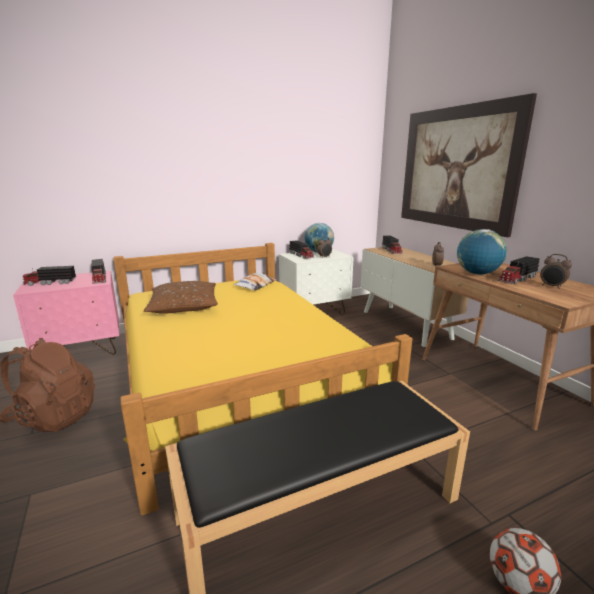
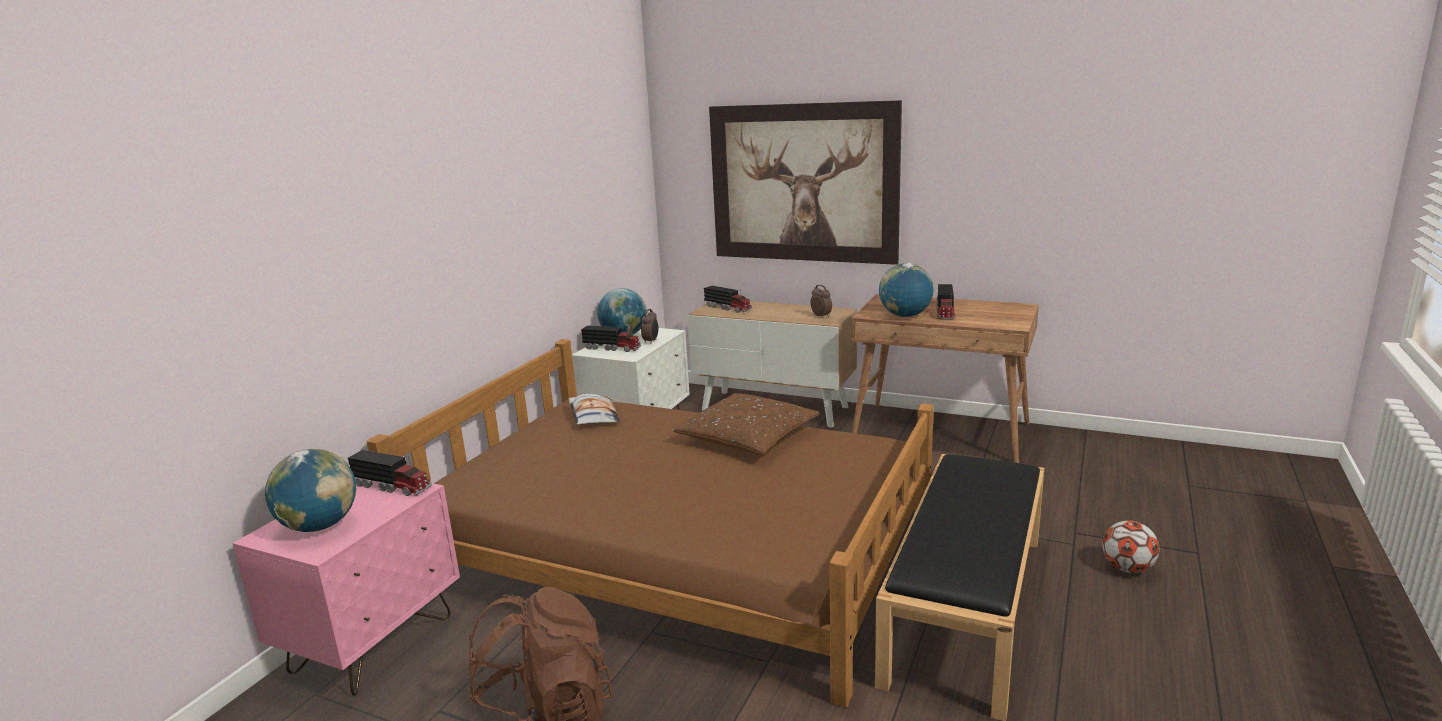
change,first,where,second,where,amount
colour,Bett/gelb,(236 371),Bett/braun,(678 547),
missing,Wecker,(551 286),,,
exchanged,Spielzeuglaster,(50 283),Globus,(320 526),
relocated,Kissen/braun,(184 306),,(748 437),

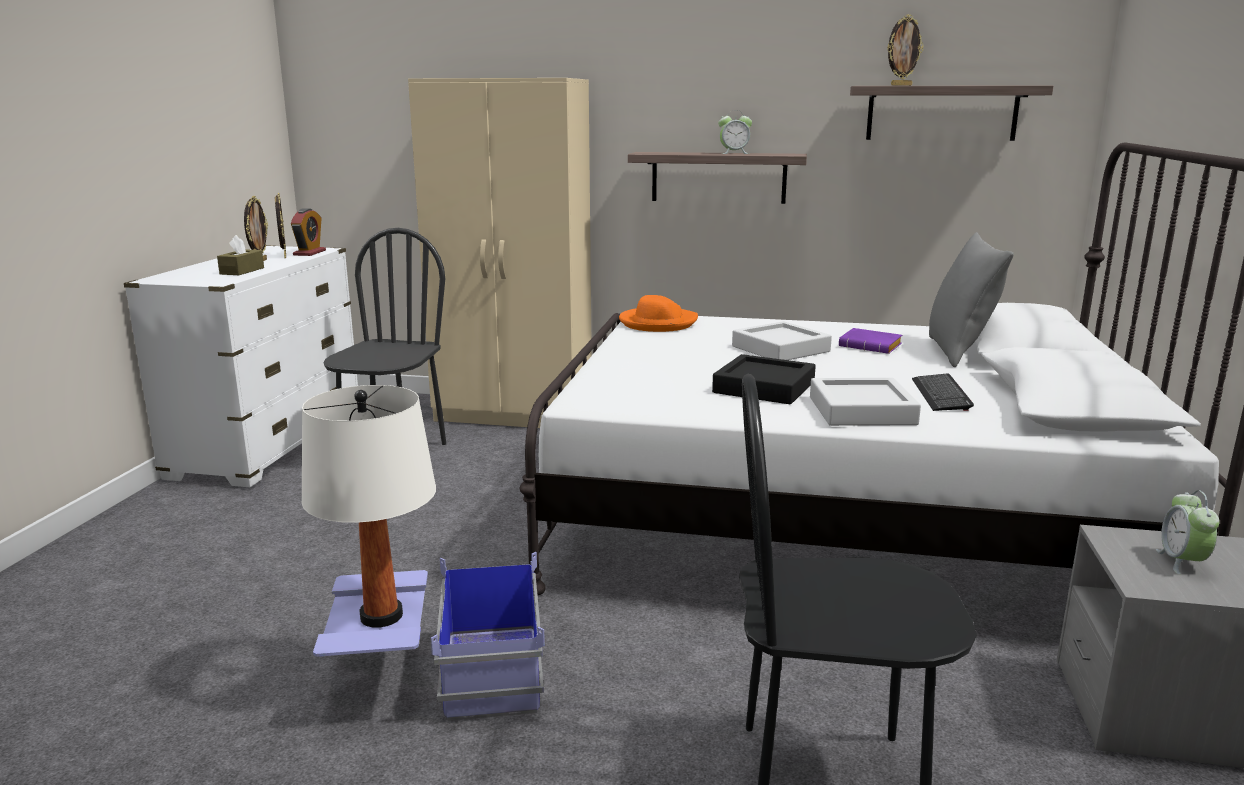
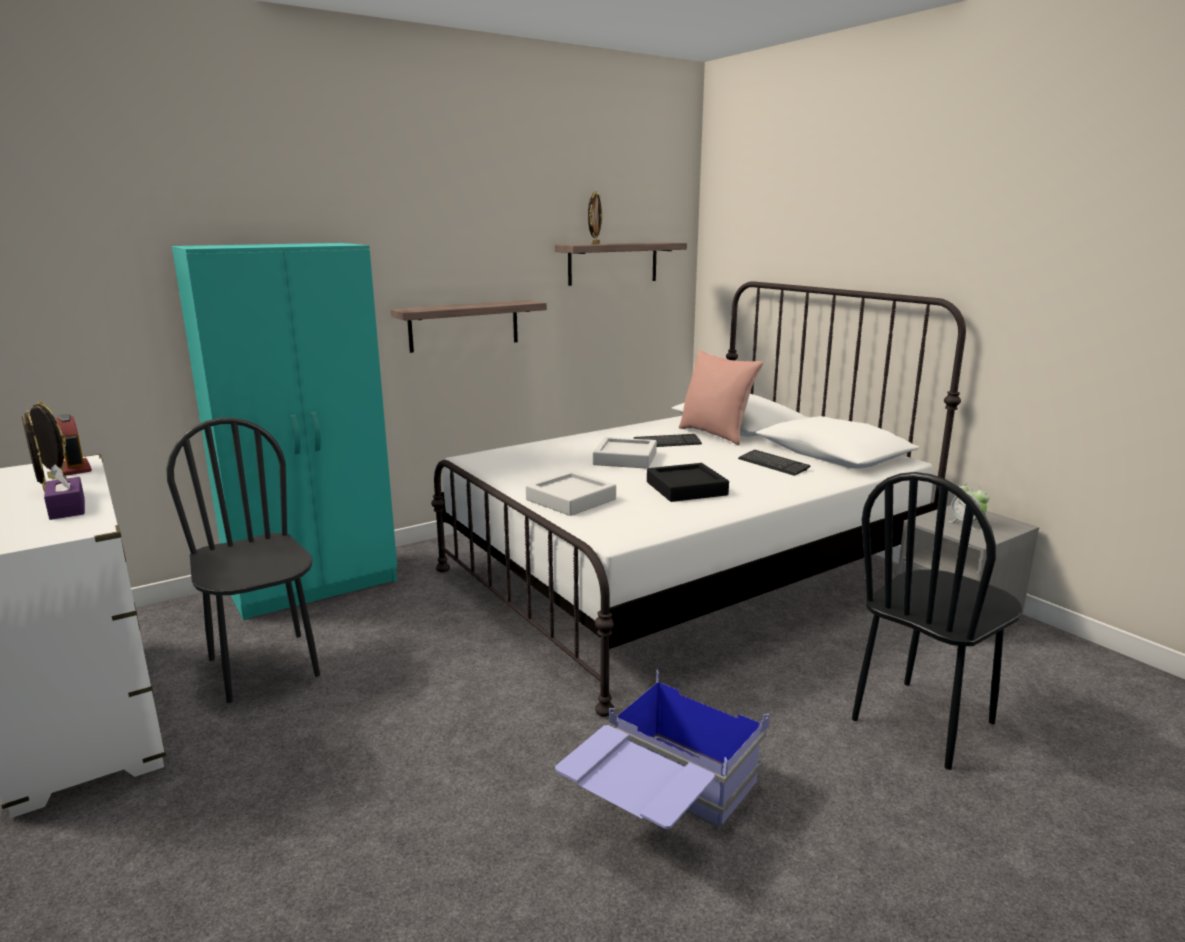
change,first,where,second,where,amount
colour,Kleiderschrank/beige,(515 414),Kleiderschrank/türkis,(315 585),
missing,Wecker,(734 153),,,
colour,Kissen/grau,(959 352),Kissen/rosa,(716 434),
colour,Taschentuchbox/braun,(242 271),Taschentuchbox/lila,(67 508),
missing,Hut/orange,(658 323),,,
exchanged,Buch/lila,(872 346),Tastatur,(667 443),
relocated,Tablett/grau,(861 411),,(571 500),
missing,Tischlampe/weiß,(381 616),,,

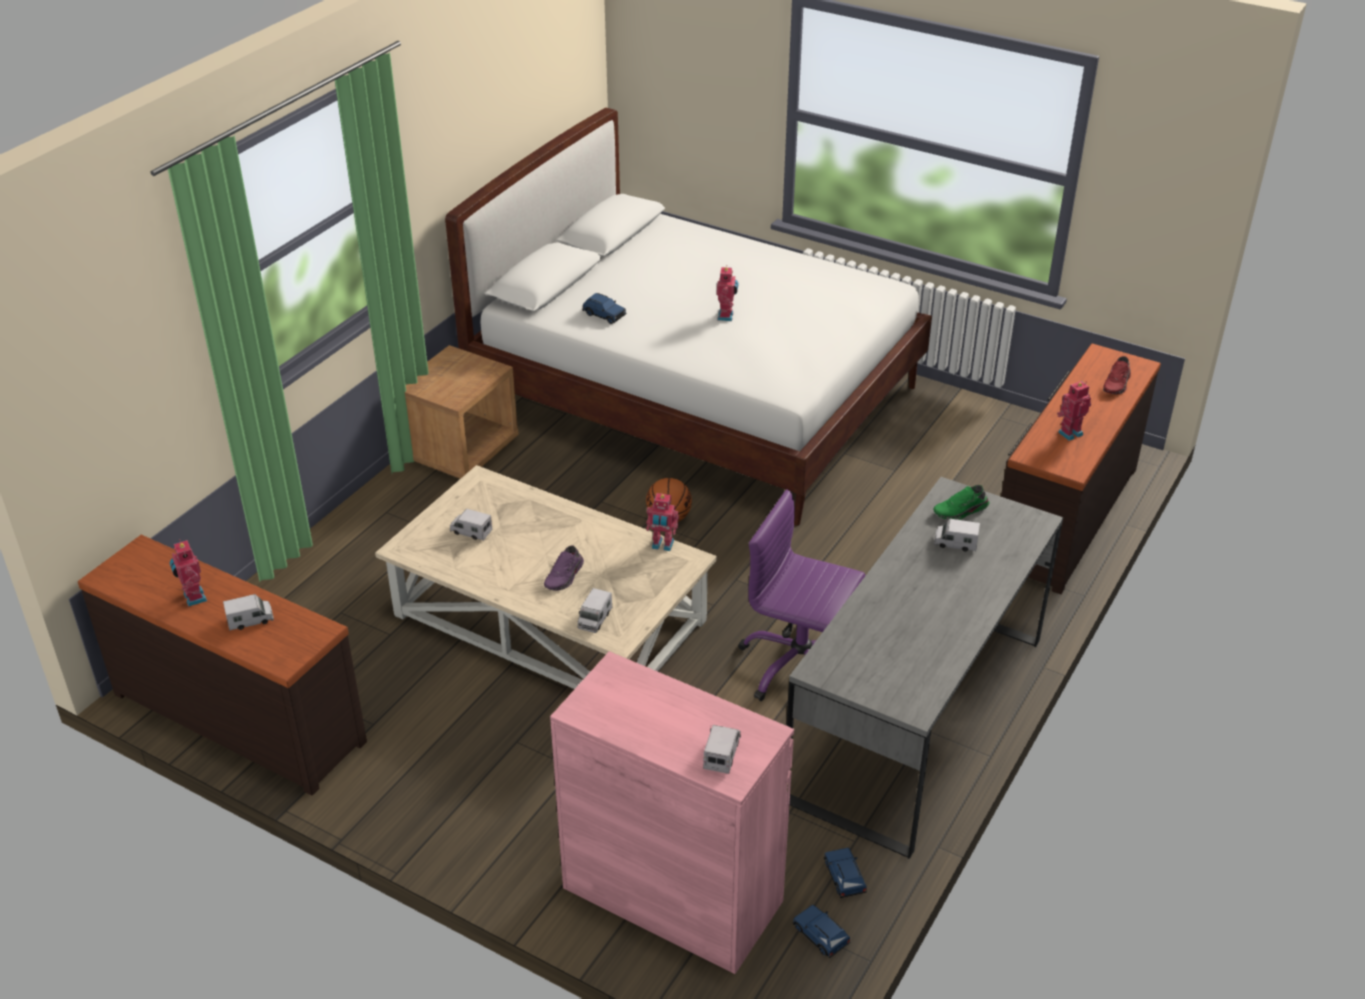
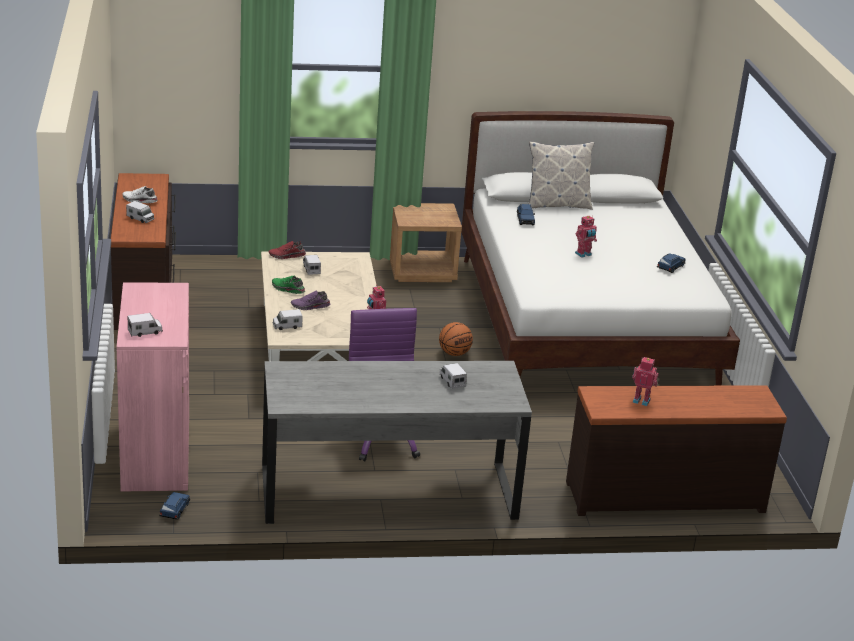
change,first,where,second,where,amount
relocated,Schuh/rot,(1117 384),,(287 256),
relocated,Schuh/grün,(961 511),,(287 289),
exchanged,Spielzeugroboter,(193 598),Schuh/weiß,(139 201),
relocated,Spielzeugauto/blau,(844 878),,(670 267),
appeared,,,Kissen,(557 205),

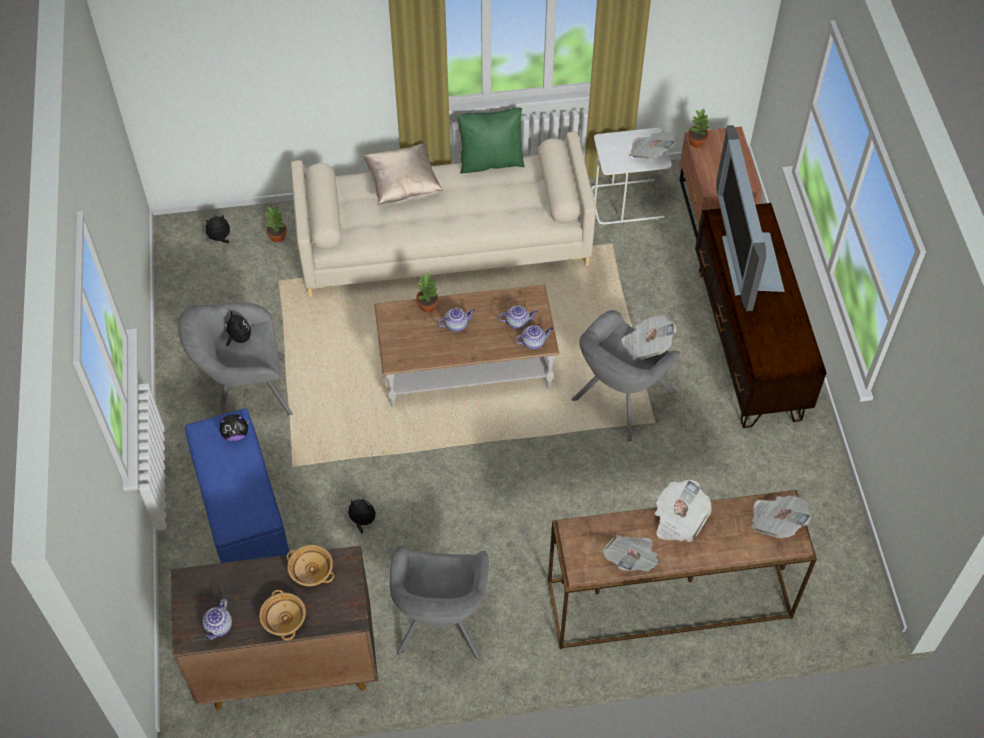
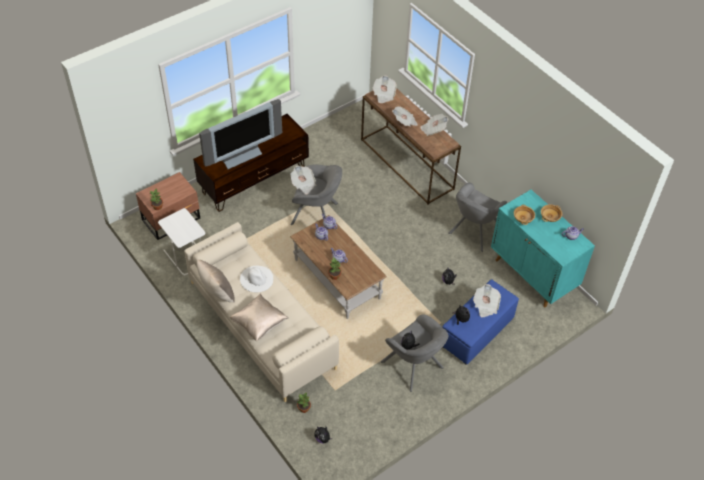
change,first,where,second,where,amount
colour,Kissen/grün,(490 161),Kissen/beige,(217 292),
relocated,Zeitung,(650 153),,(485 306),
colour,Schrank/braun,(287 665),Schrank/türkis,(533 275),
spun,Sessel/grau,(441 623),,(473 231),150 degrees clockwise
appeared,,,Hut/weiß,(256 278),

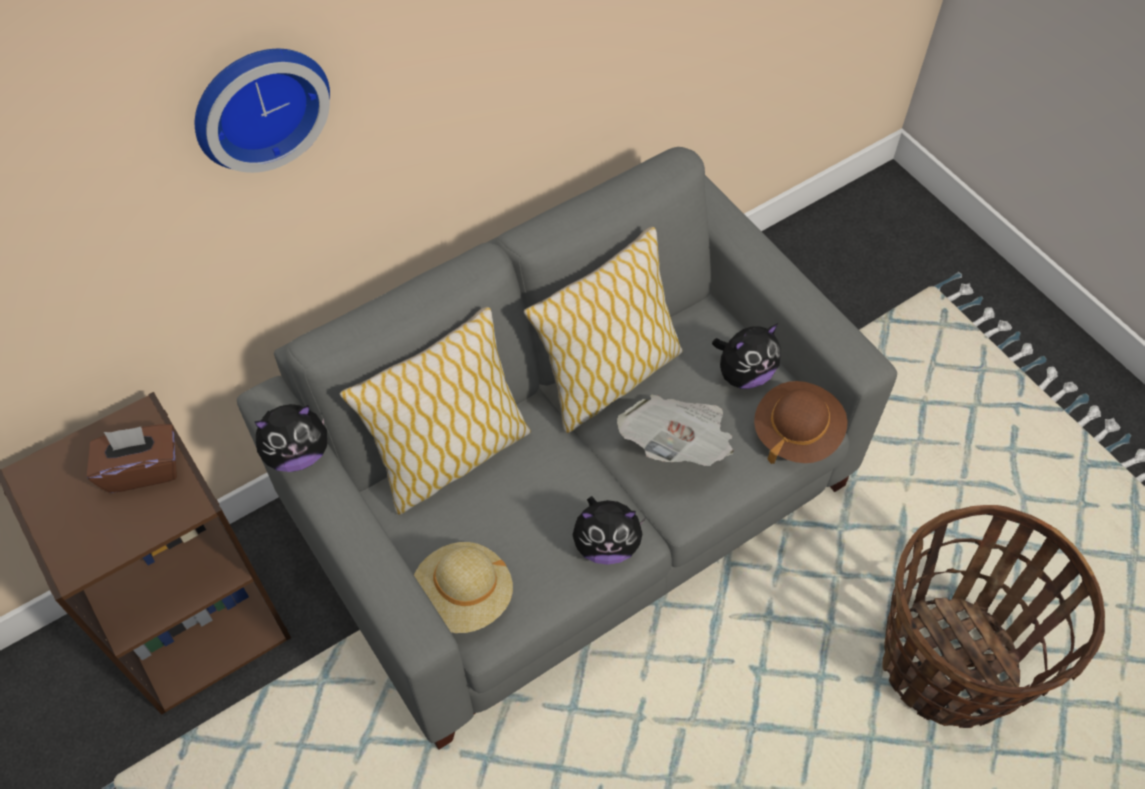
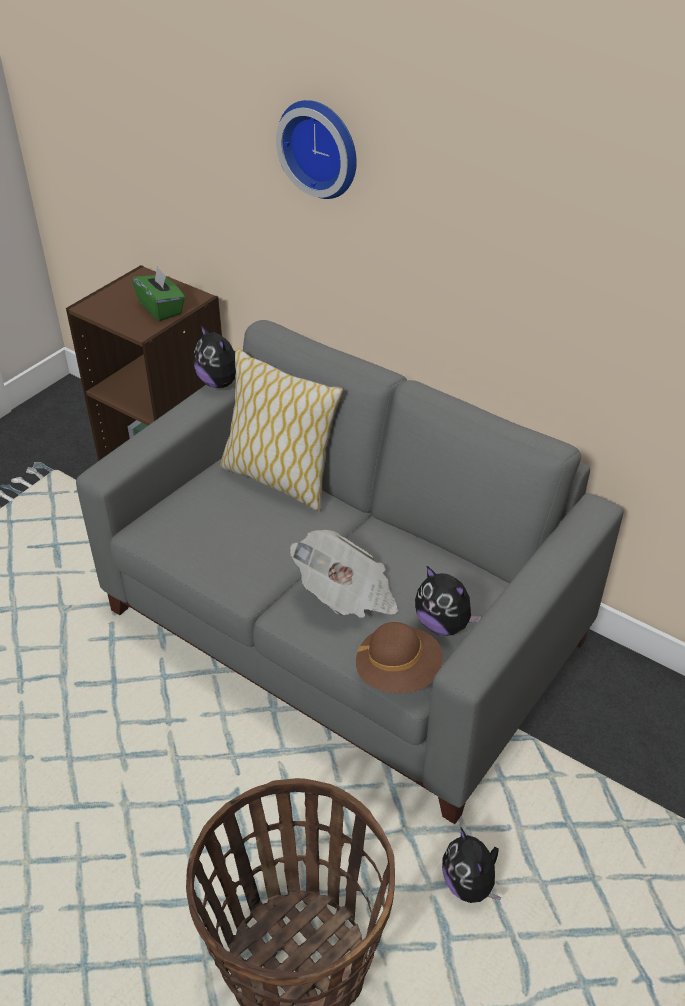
change,first,where,second,where,amount
missing,Kissen,(608 378),,,
colour,Taschentuchbox/braun,(142 469),Taschentuchbox/grün,(161 308),
relocated,Plüschtier,(606 544),,(469 884),
missing,Hut/beige,(464 597),,,

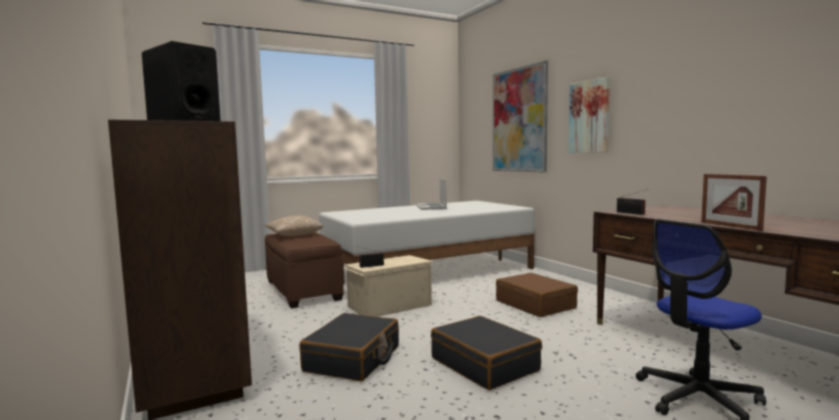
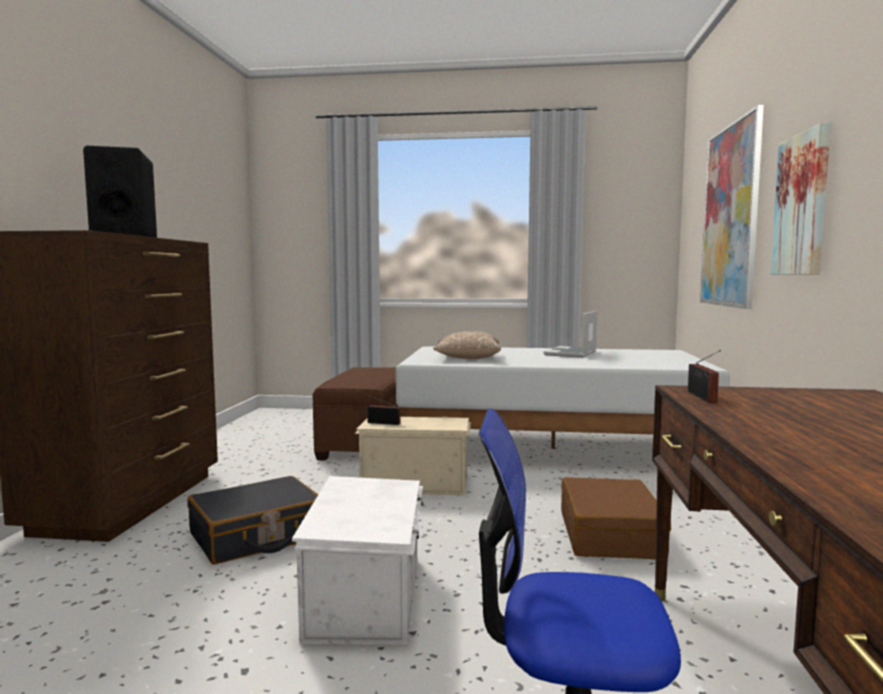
change,first,where,second,where,amount
missing,Bilderrahmen,(730 226),,,
relocated,Kissen,(293 235),,(467 358),
exchanged,Koffer/schwarz,(485 364),Aufbewahrungsbox/weiß,(368 596),

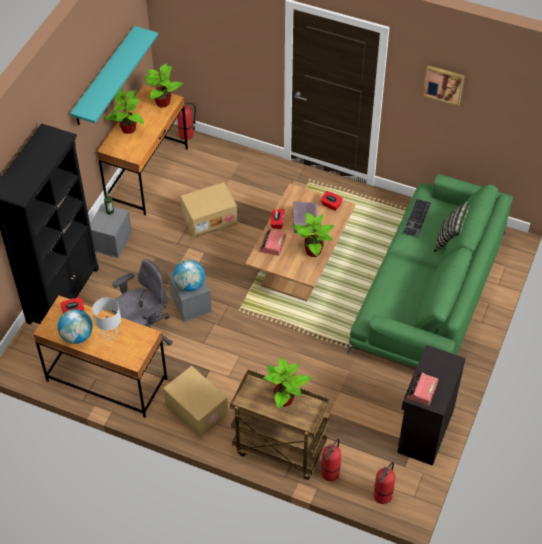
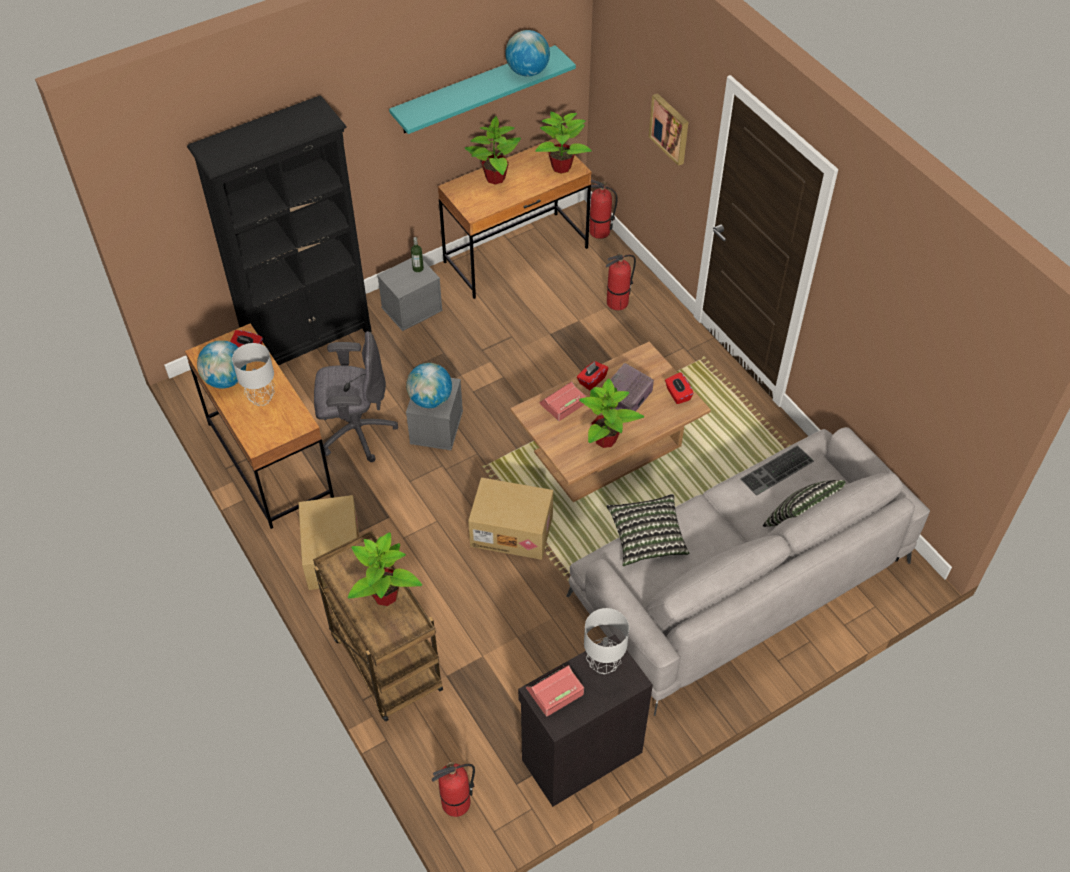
change,first,where,second,where,amount
relocated,Bild,(443 84),,(670 128),
colour,Sofa/grün,(429 292),Sofa/grau,(740 580),
relocated,Karton,(209 219),,(512 530),
relocated,Feuerlöscher,(330 473),,(617 303),
appeared,,,Globus,(527 72),
appeared,,,Kissen,(647 537),
appeared,,,Tischlampe/grau,(602 664),

